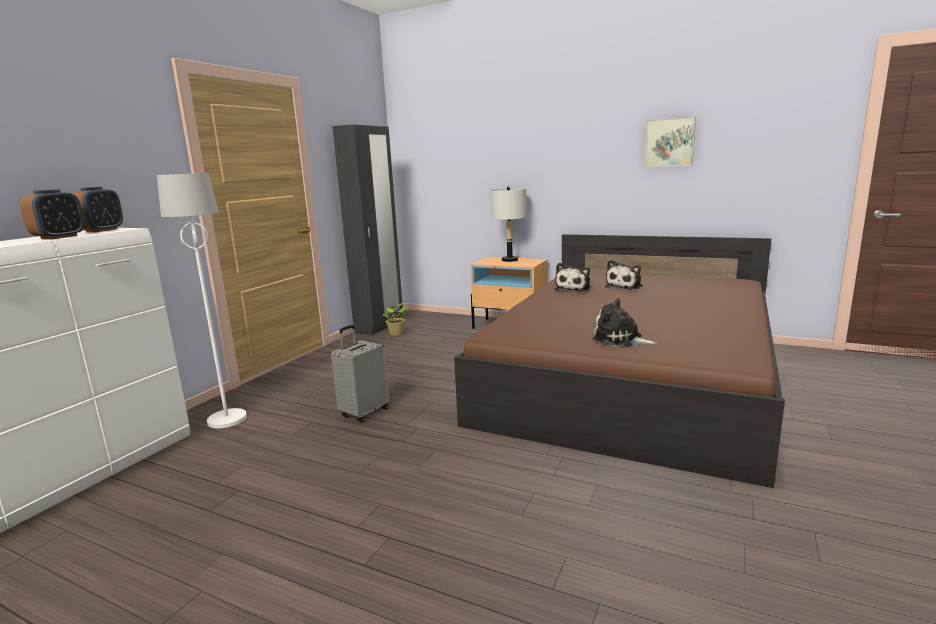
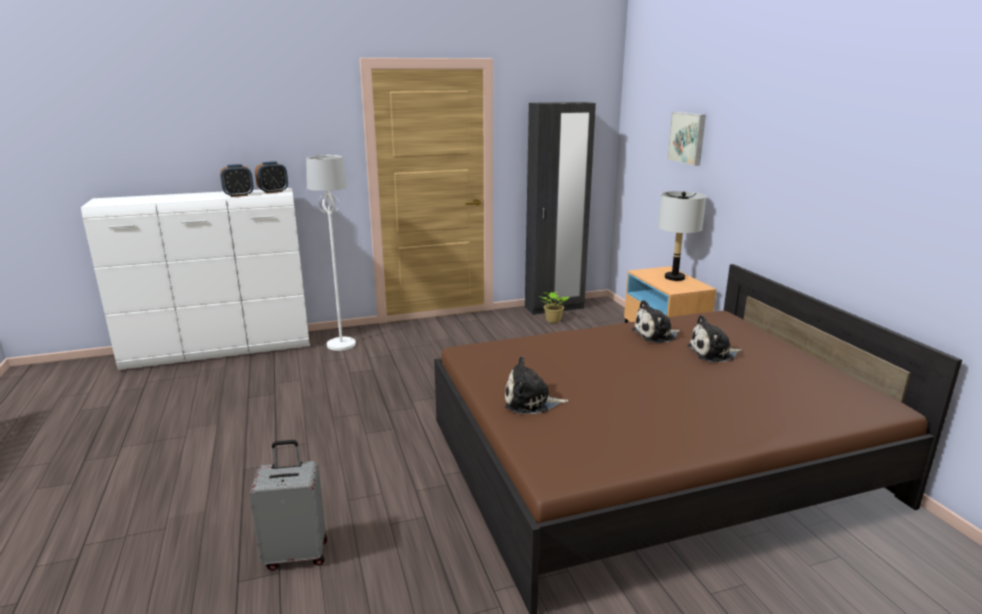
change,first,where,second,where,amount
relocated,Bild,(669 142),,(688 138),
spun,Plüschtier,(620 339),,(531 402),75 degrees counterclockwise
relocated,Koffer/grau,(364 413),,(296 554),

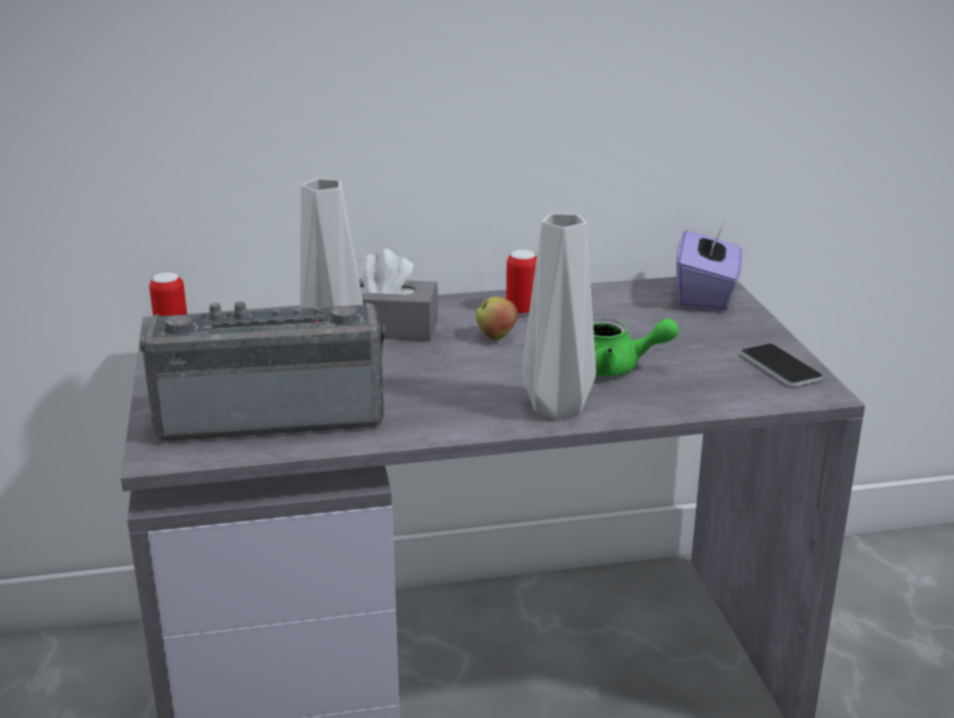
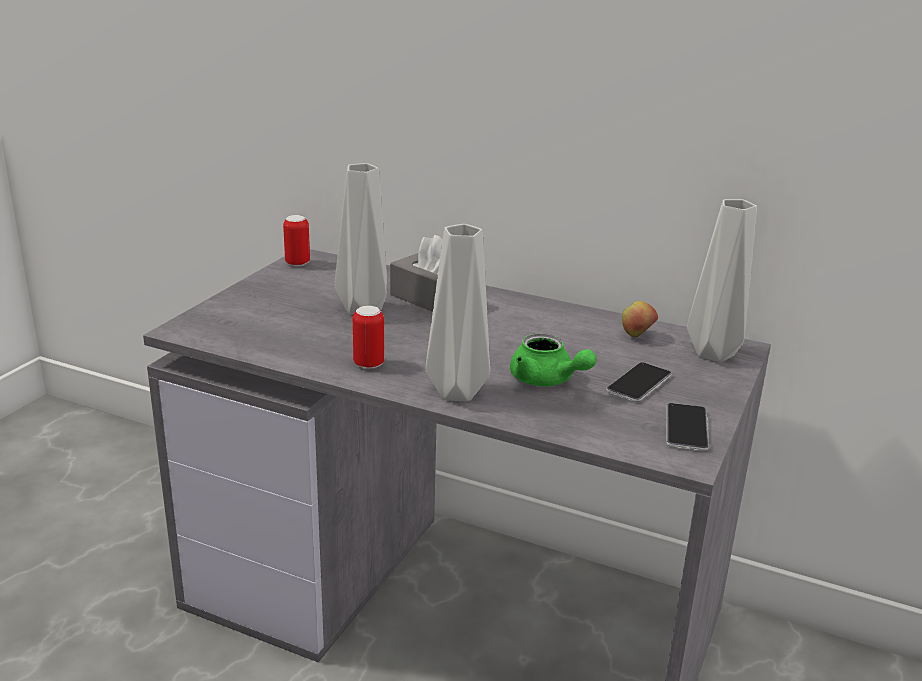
change,first,where,second,where,amount
exchanged,Taschentuchbox/lila,(706 295),Vase/grau,(716 354),
relocated,Dose,(522 311),,(368 364),
relocated,Apfel,(496 337),,(637 336),
missing,Radio,(272 414),,,
appeared,,,Handy,(639 384),

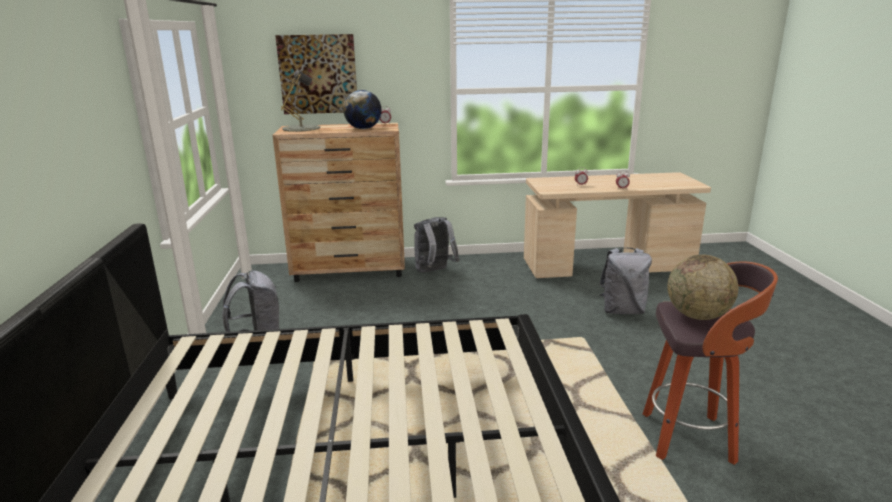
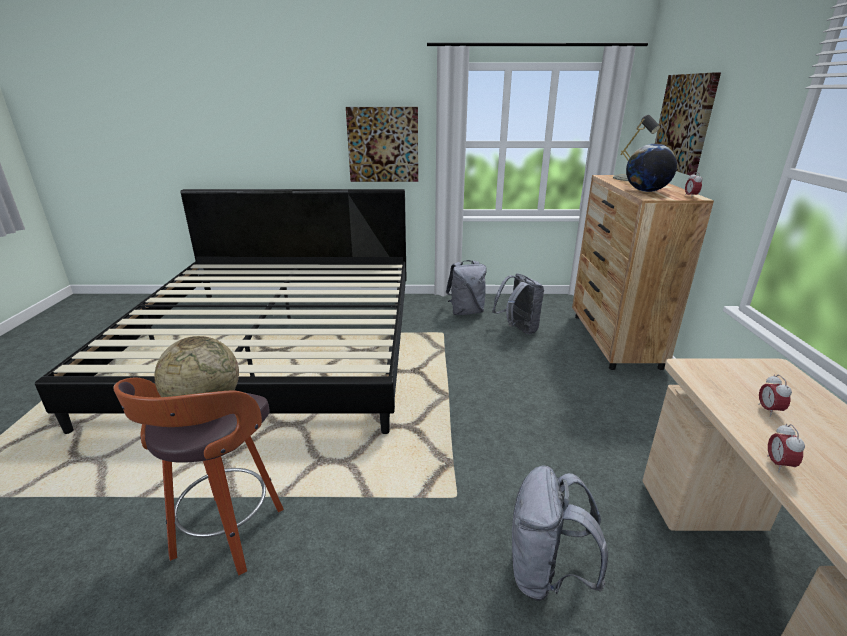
change,first,where,second,where,amount
relocated,Rucksack/grau,(434 271),,(518 329),
appeared,,,Bild,(383 145),

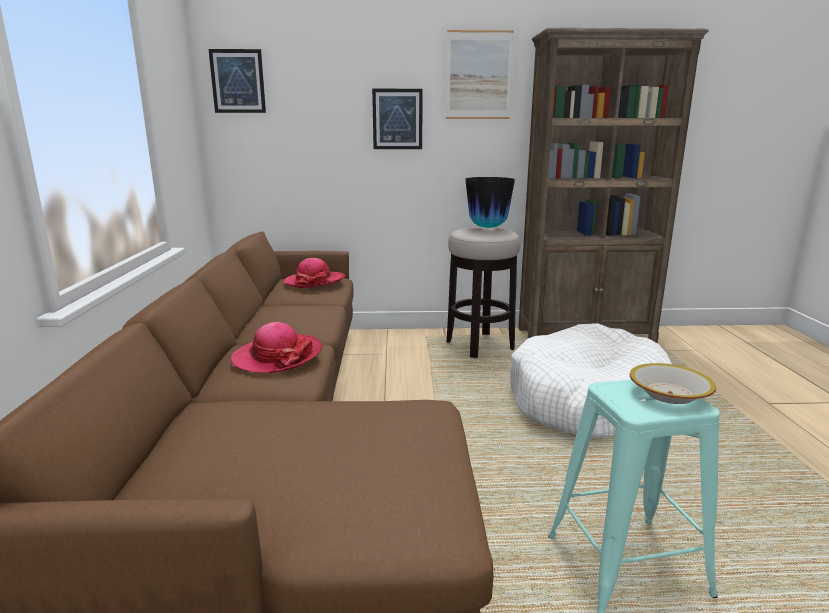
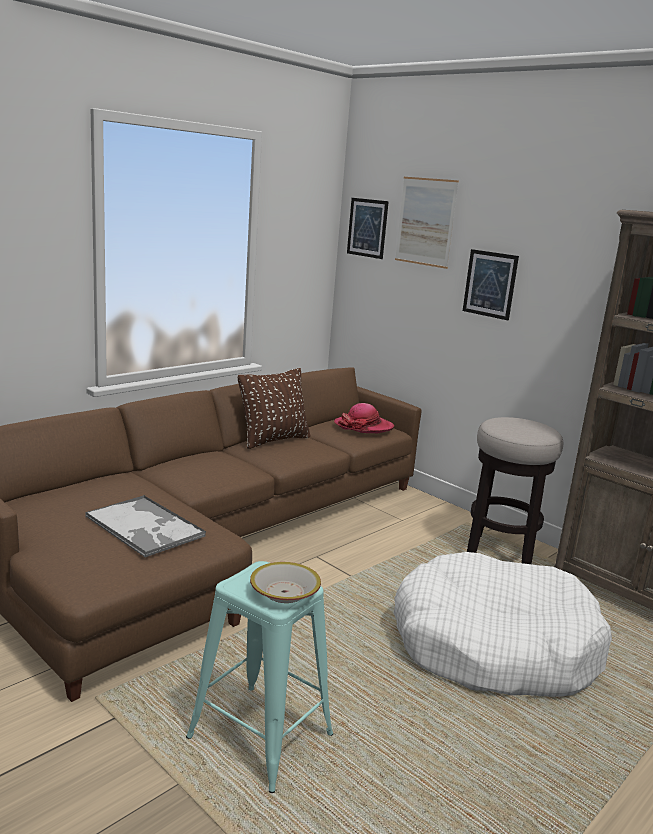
change,first,where,second,where,amount
relocated,Bild,(479 75),,(425 222),
missing,Vase,(488 228),,,
missing,Hut,(277 357),,,
appeared,,,Kissen/braun,(273 440),
appeared,,,Tablett,(145 527),

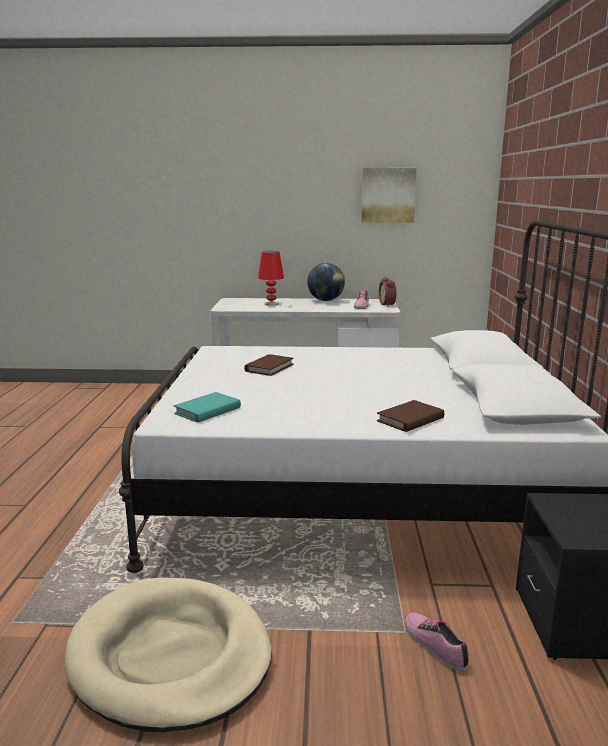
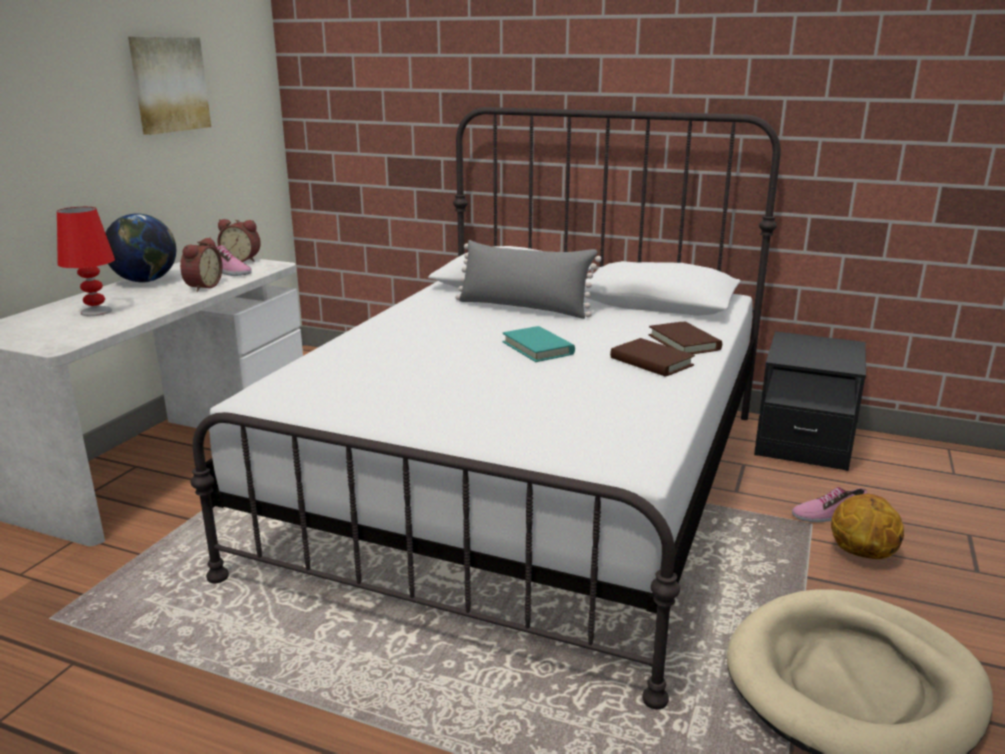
change,first,where,second,where,amount
relocated,Buch/braun,(269 368),,(651 362),
relocated,Buch/türkis,(208 411),,(538 348),
appeared,,,Wecker,(202 286),
appeared,,,Kissen/grau,(524 308),
appeared,,,Basketball,(861 553),

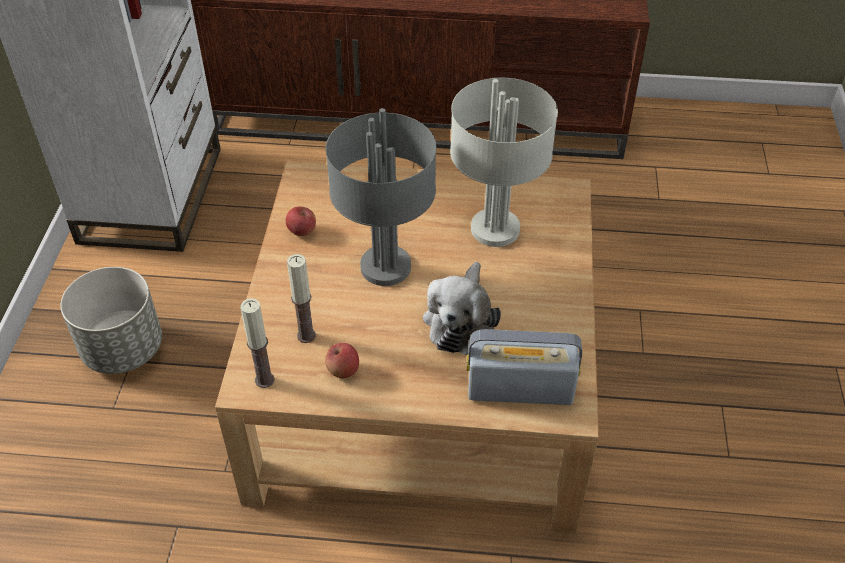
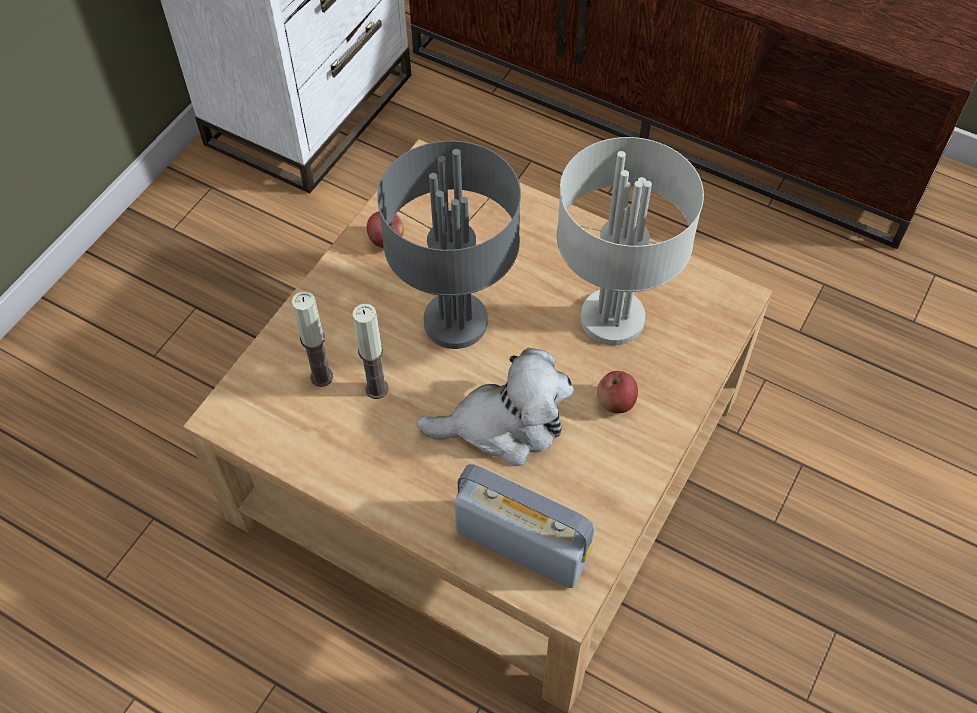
change,first,where,second,where,amount
spun,Plüschtier,(461 320),,(504 425),135 degrees counterclockwise
missing,Pflanzkübel/grau,(123 350),,,
relocated,Kerze,(264 380),,(377 389),
relocated,Apfel,(343 370),,(616 402),

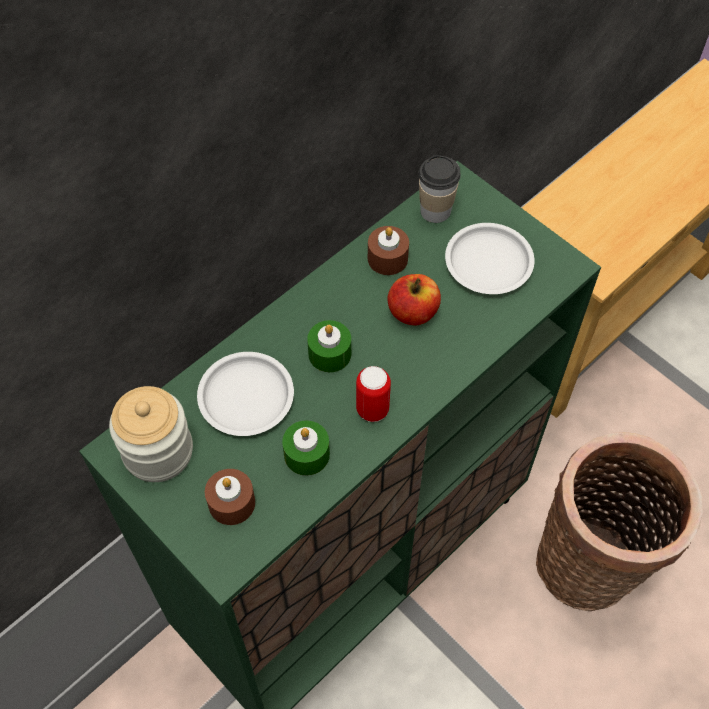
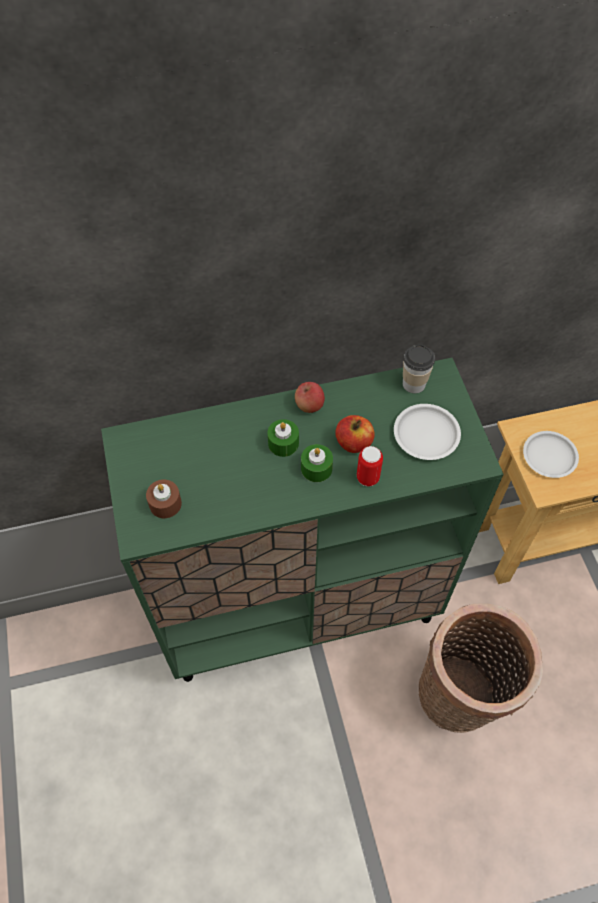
change,first,where,second,where,amount
missing,Kerze/braun,(387 258),,,
relocated,Teller/weiß,(247 397),,(549 457),
relocated,Dose,(372 409),,(367 477),
missing,Vorratsglas,(158 451),,,
relocated,Kerze/grün,(306 454),,(316 468),
appeared,,,Apfel,(309 405),

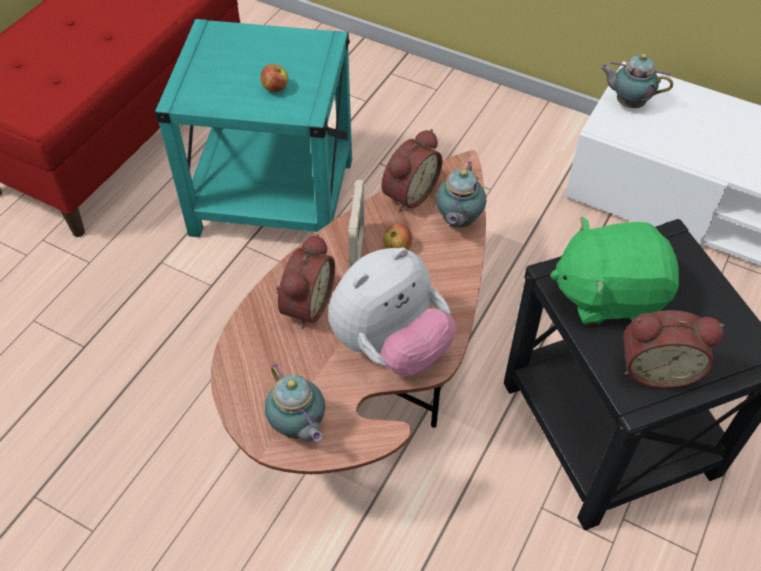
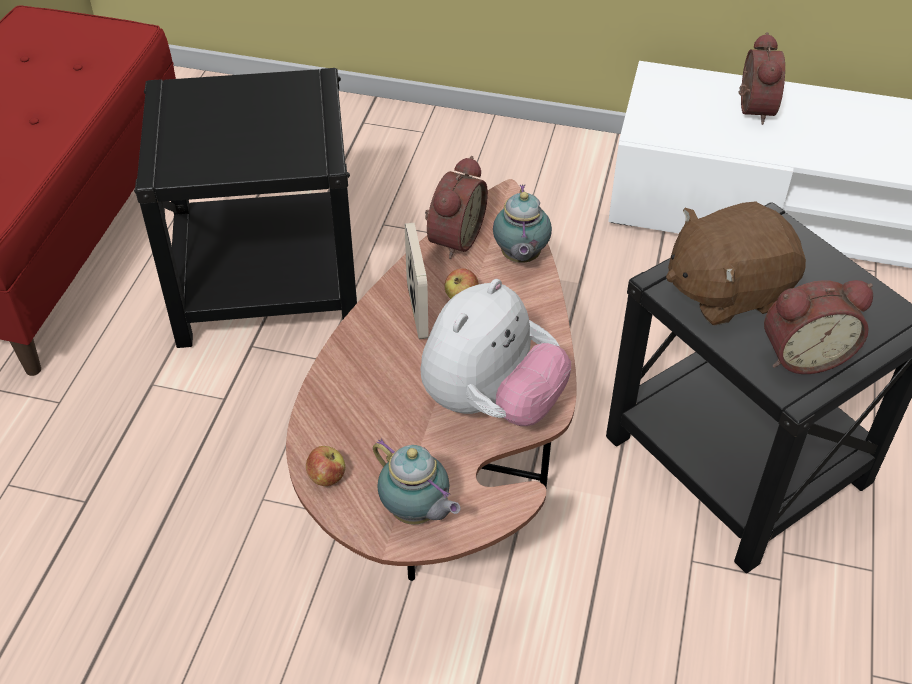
change,first,where,second,where,amount
colour,Beistelltisch/türkis,(274 198),Beistelltisch/schwarz,(269 285),
missing,Teekanne,(627 103),,,
relocated,Apfel,(275 88),,(326 477),
colour,Plüschtier/grün,(608 294),Plüschtier/braun,(726 291),
relocated,Wecker,(305 304),,(751 108),

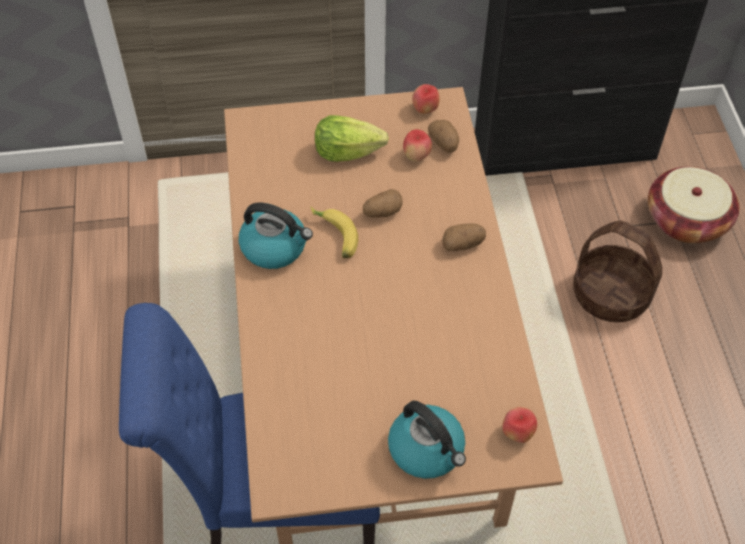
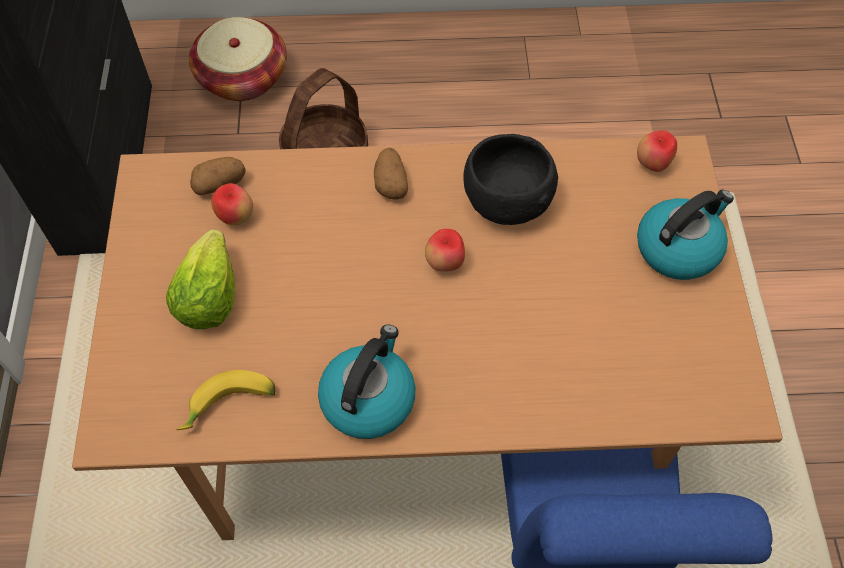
change,first,where,second,where,amount
relocated,Apfel,(425 110),,(445 263),
missing,Kartoffel,(382 212),,,
relocated,Banane,(334 237),,(230 406),
appeared,,,Schüssel/schwarz,(506 200),

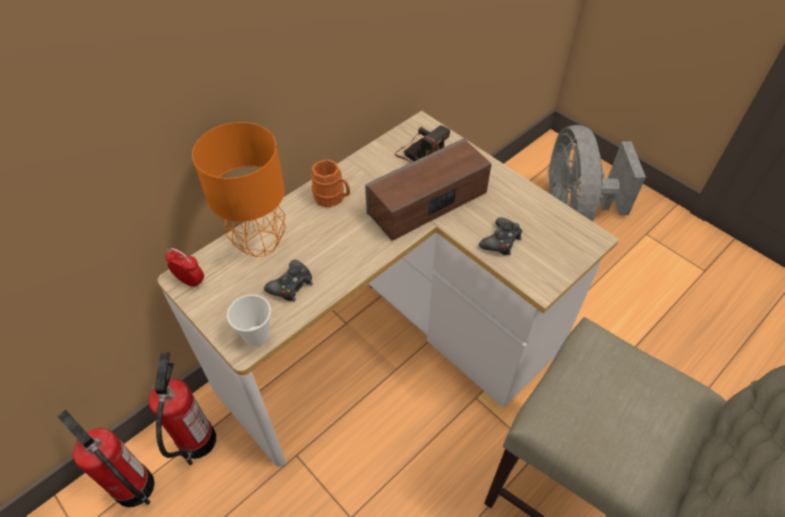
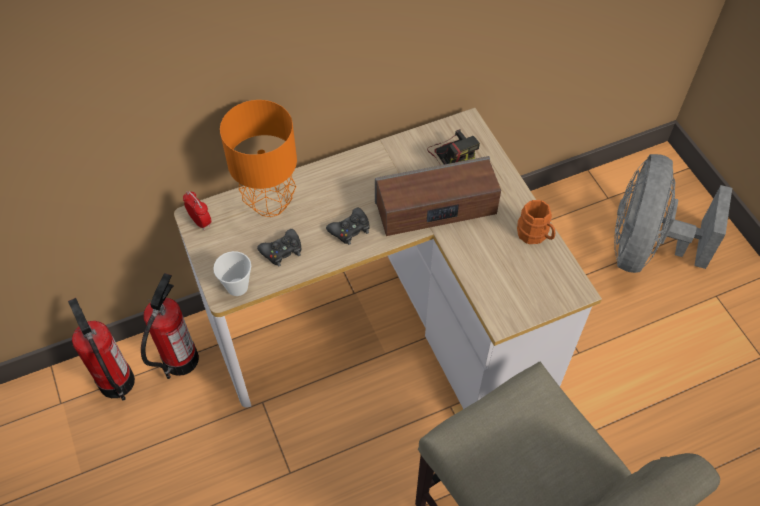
change,first,where,second,where,amount
relocated,Henkelbecher/orange,(332 198),,(535 235),
relocated,Gamepad/schwarz,(501 241),,(350 229),

